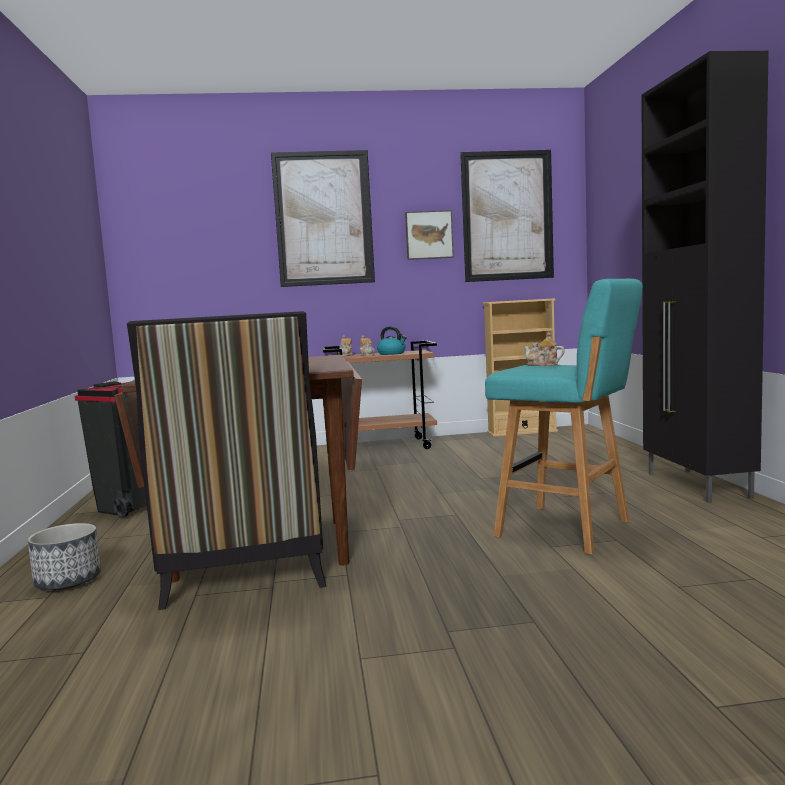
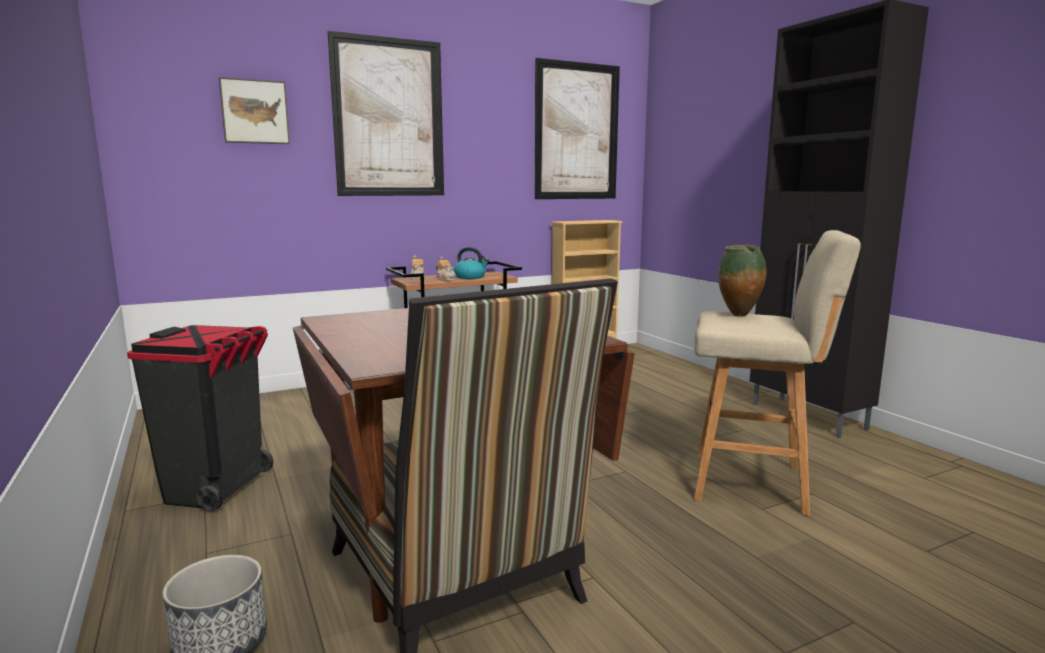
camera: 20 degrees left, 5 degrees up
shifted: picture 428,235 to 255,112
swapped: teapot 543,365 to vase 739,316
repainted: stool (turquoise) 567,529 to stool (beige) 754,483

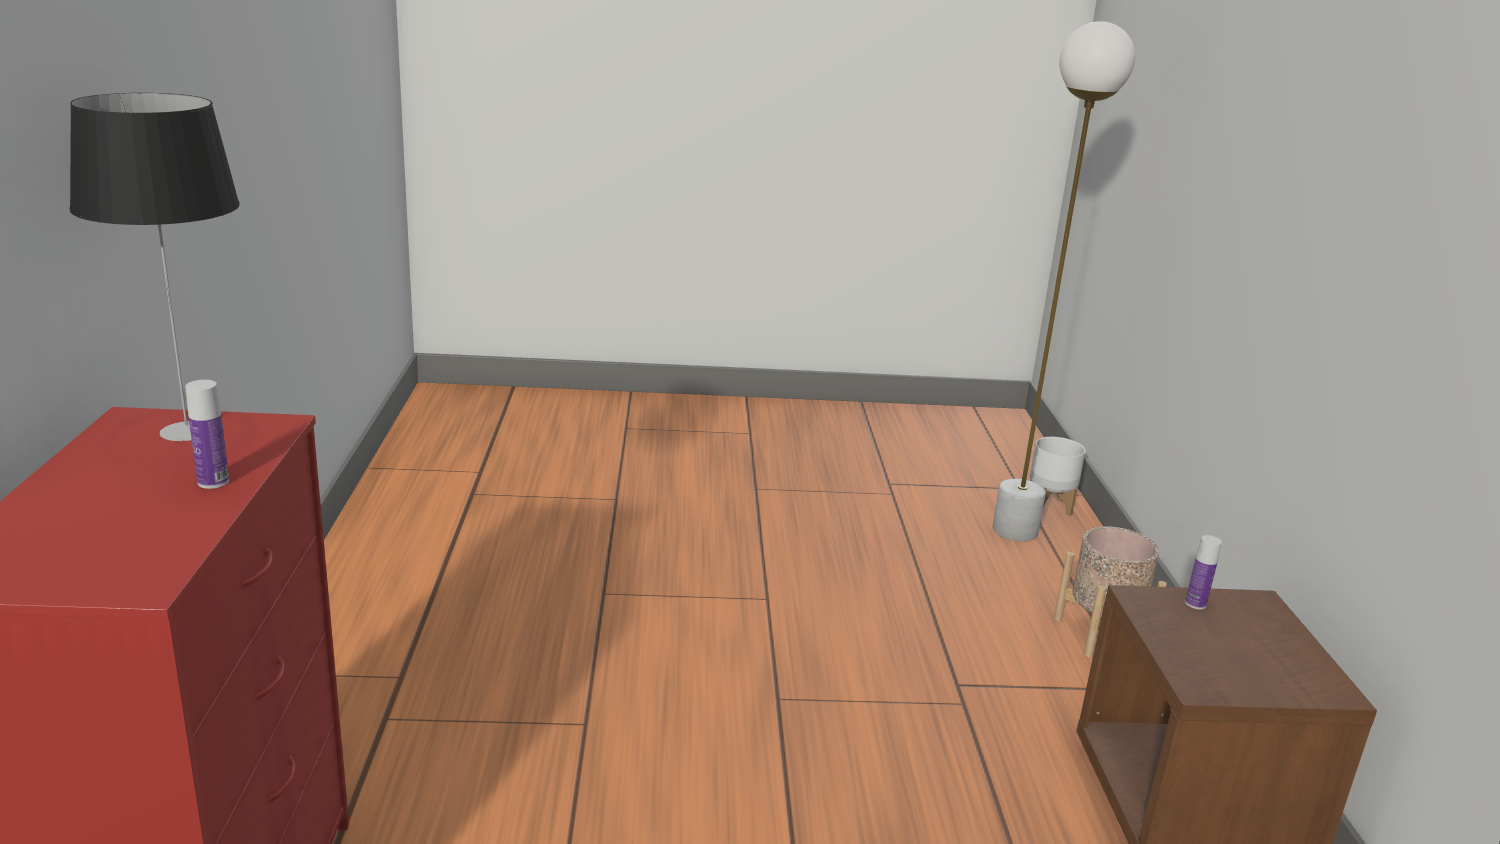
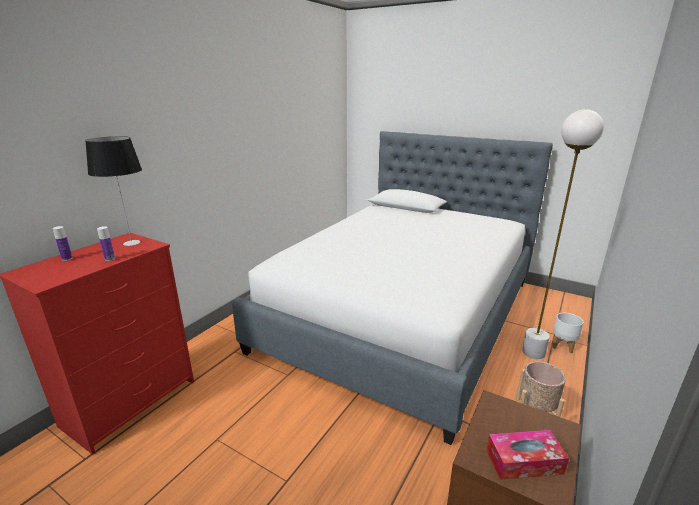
camera: 35 degrees right, 0 degrees up
new: bed 403,314; tissue box 524,462
shifted: bottle 1195,604 to 67,259

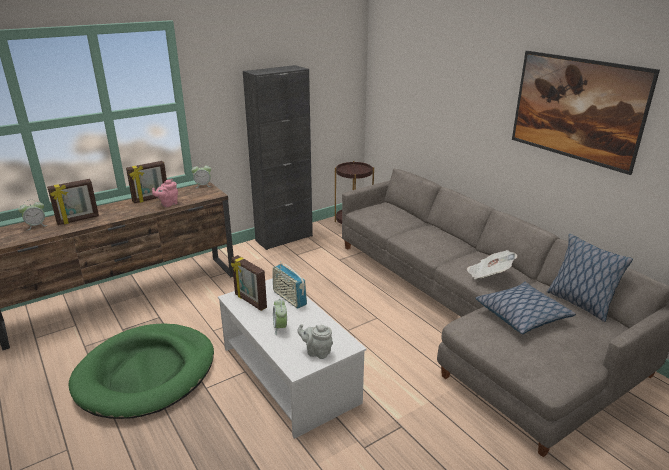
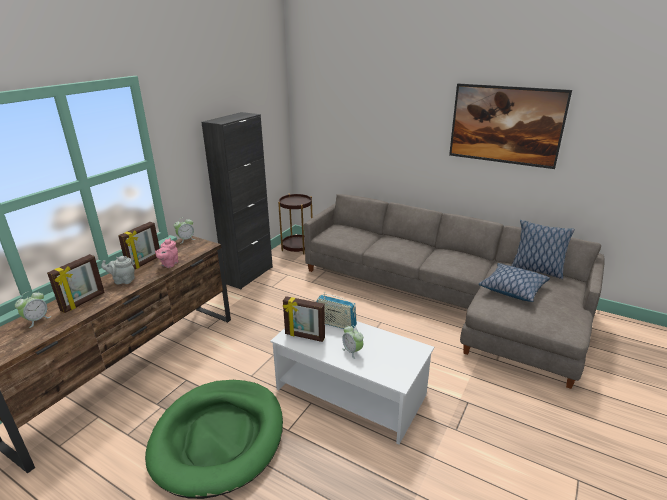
camera: 25 degrees left, 0 degrees up
gone: newspaper 489,275
shifted: teapot (grey) 317,352 to 123,280

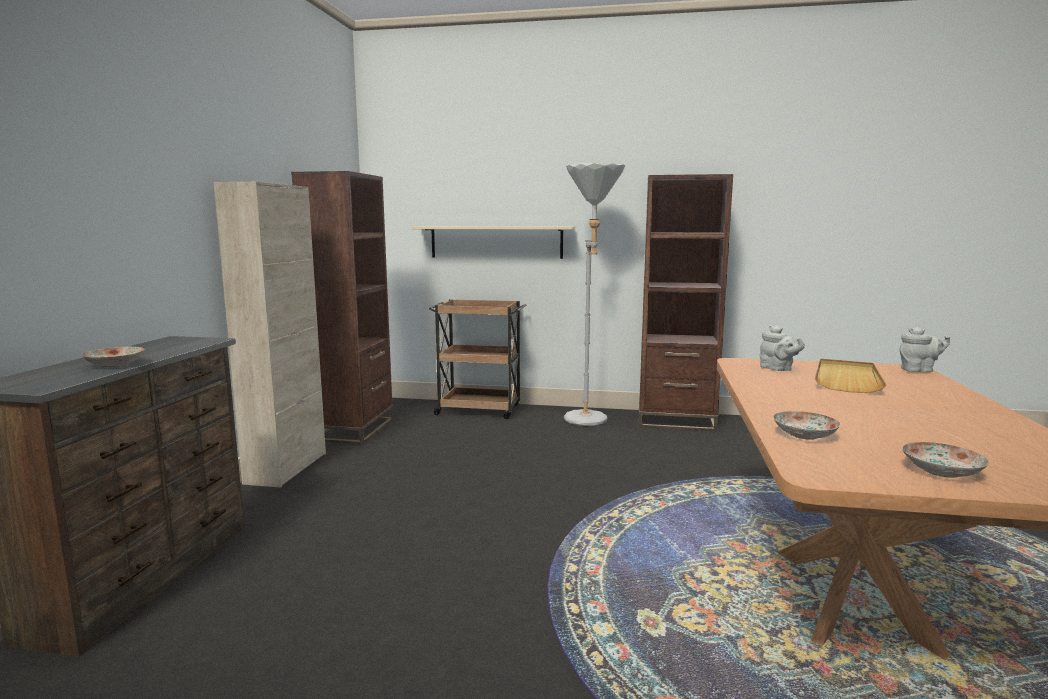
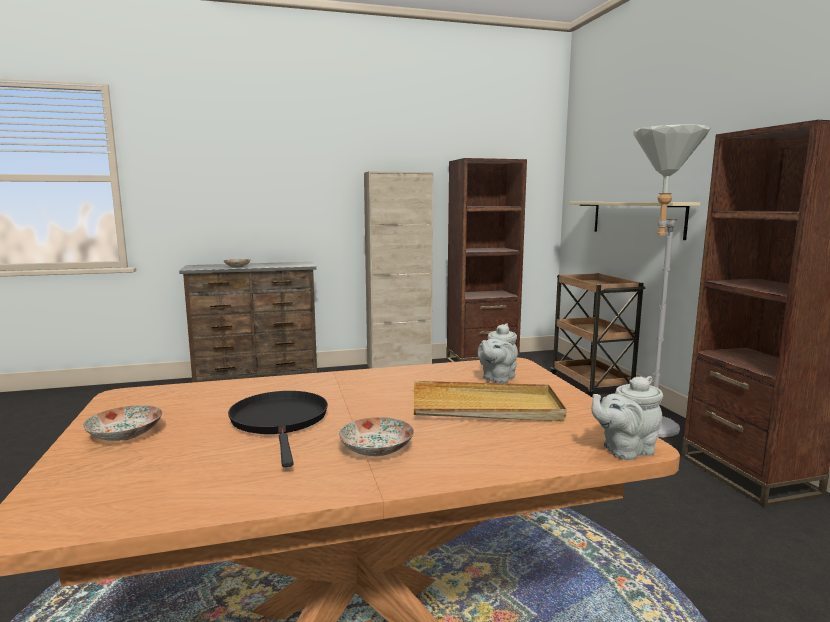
camera: 65 degrees right, 0 degrees up
new: frying pan (black) 280,421
shifted: plate 805,435 to 376,449
rotated: teapot (grey) 919,370 = 625,450 90 degrees clockwise

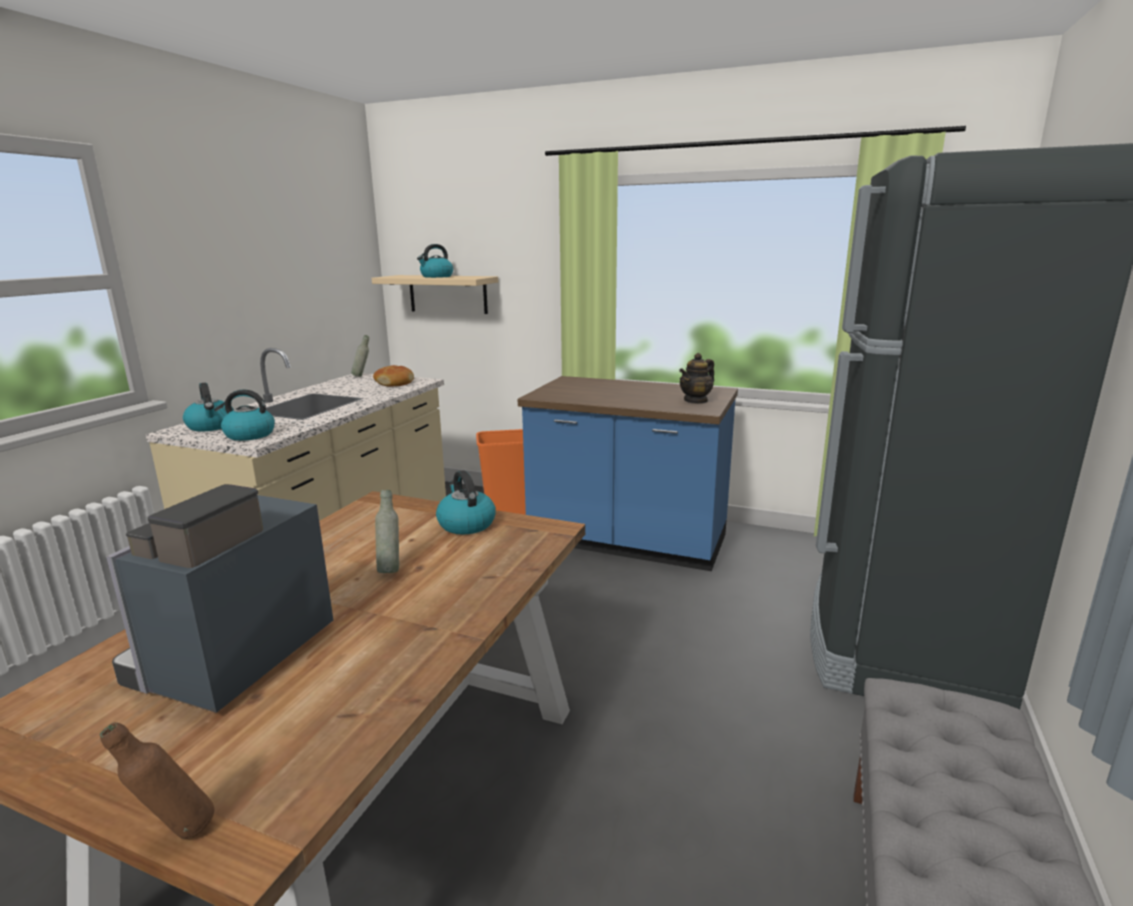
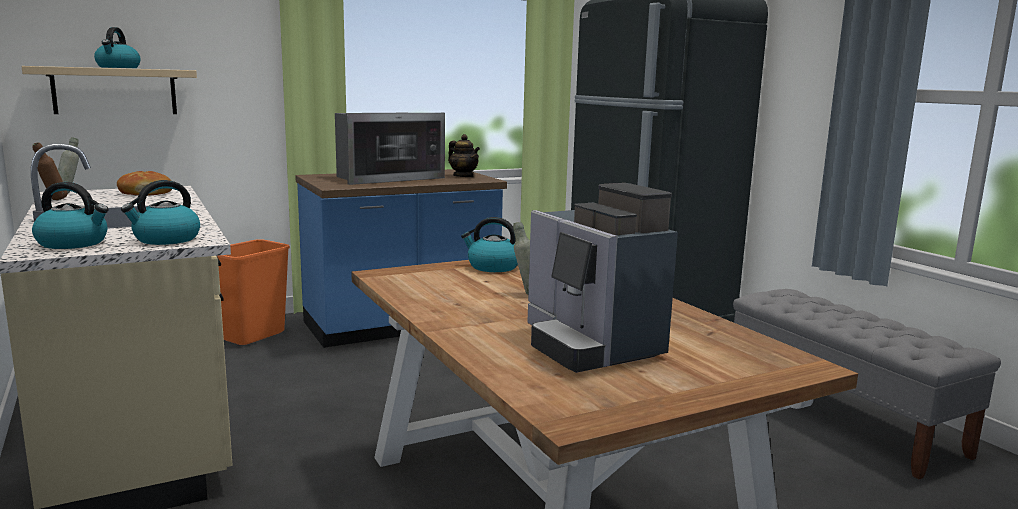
camera: 50 degrees left, 5 degrees down
new: microwave 386,178
shifted: bottle (brown) 176,835 to 53,200
rotated: teapot 696,401 = 463,176 45 degrees counterclockwise

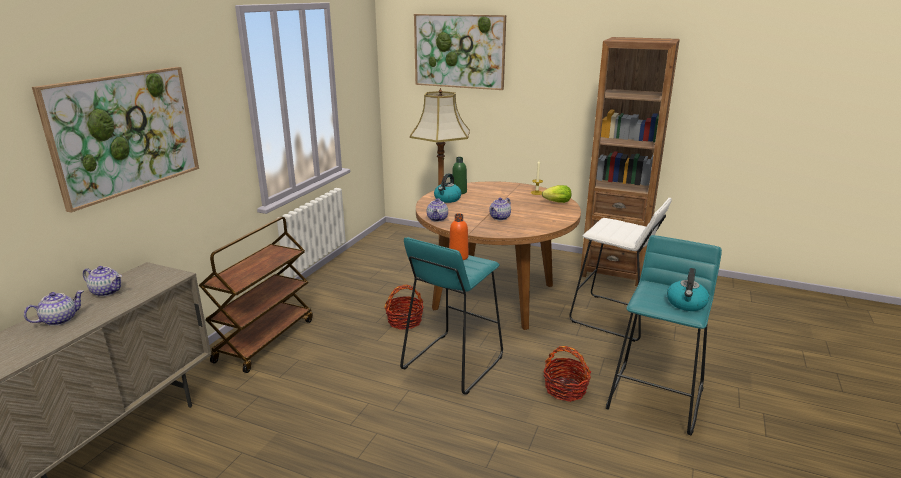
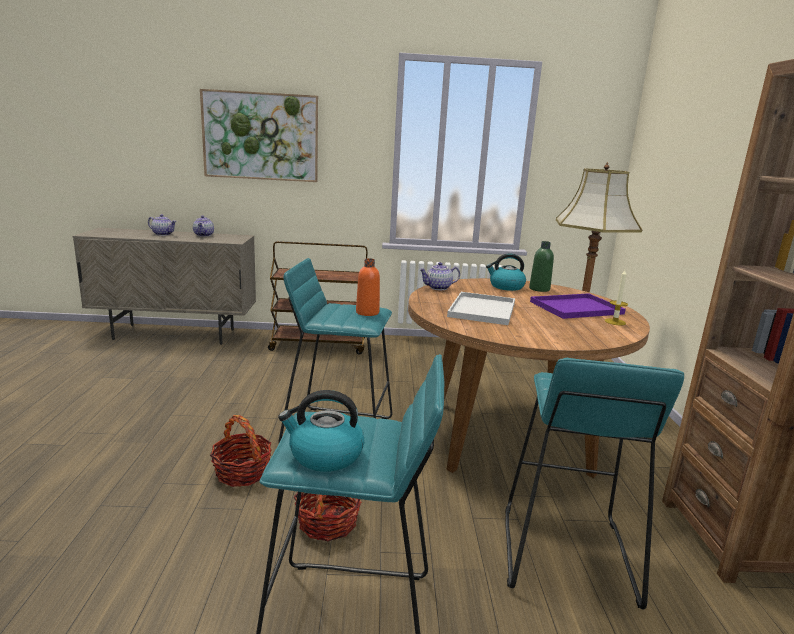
camera: 65 degrees right, 5 degrees down
gone: picture 459,51; lettuce 555,202
new: tray (purple) 575,308
shifted: basket 405,321 to 242,472
swapped: teapot 500,218 to tray (white) 483,310
repainted: stool (white) 614,317 to stool (turquoise) 565,554

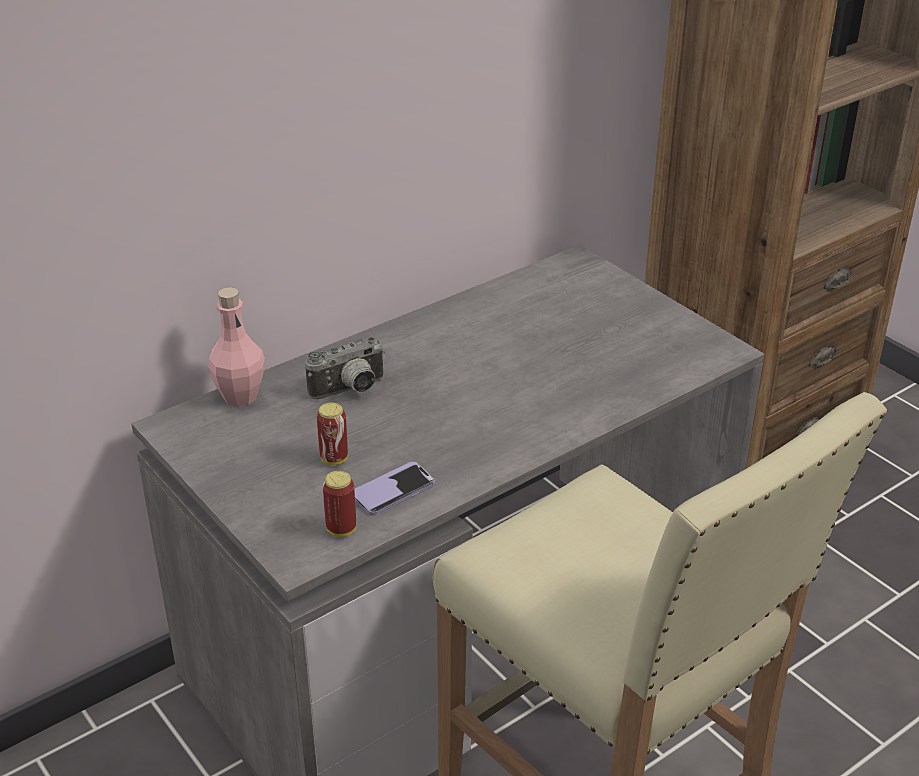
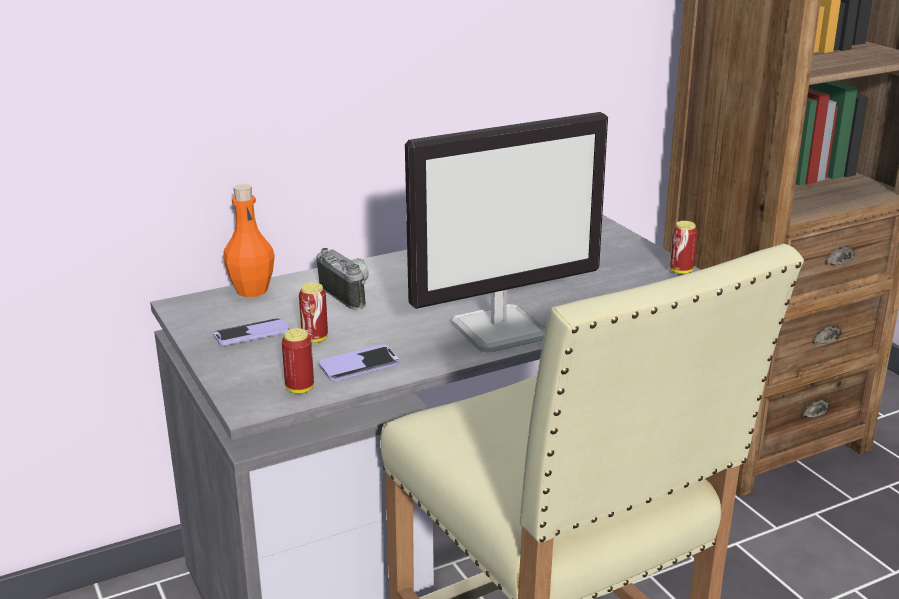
camera: 10 degrees right, 10 degrees down
new: monitor 500,330; can 681,271; phone 251,334
repainted: bottle (pink) 240,396 to bottle (orange) 252,290
rotated: photo camera 350,391 = 350,294 105 degrees counterclockwise

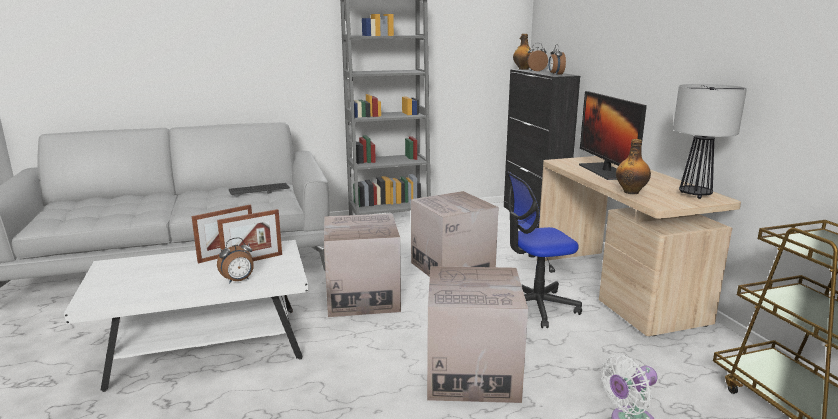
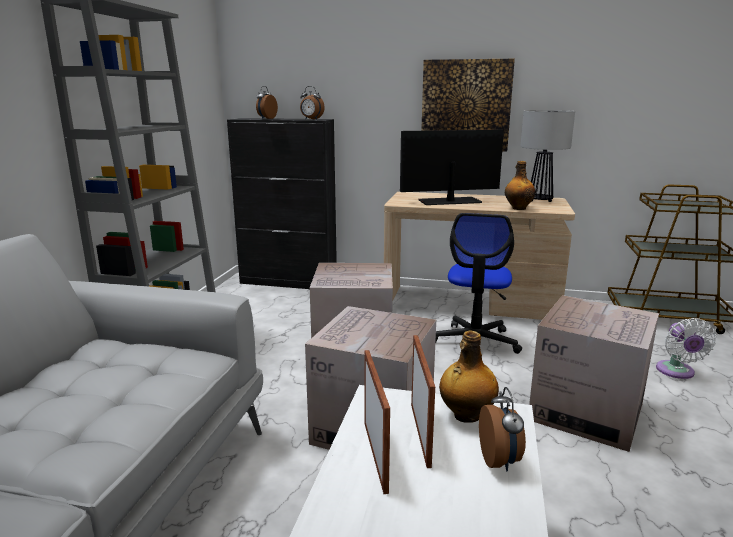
camera: 60 degrees left, 0 degrees up
gone: keyboard 259,189
new: picture 466,105
shifted: bottle 523,69 to 466,416
rotated: monitor 605,171 = 449,201 150 degrees clockwise

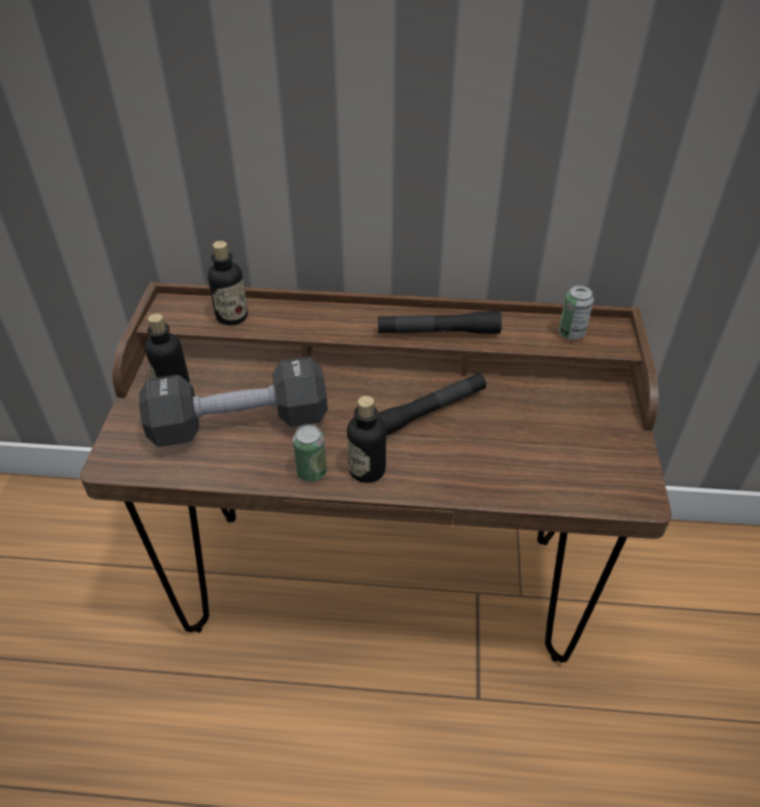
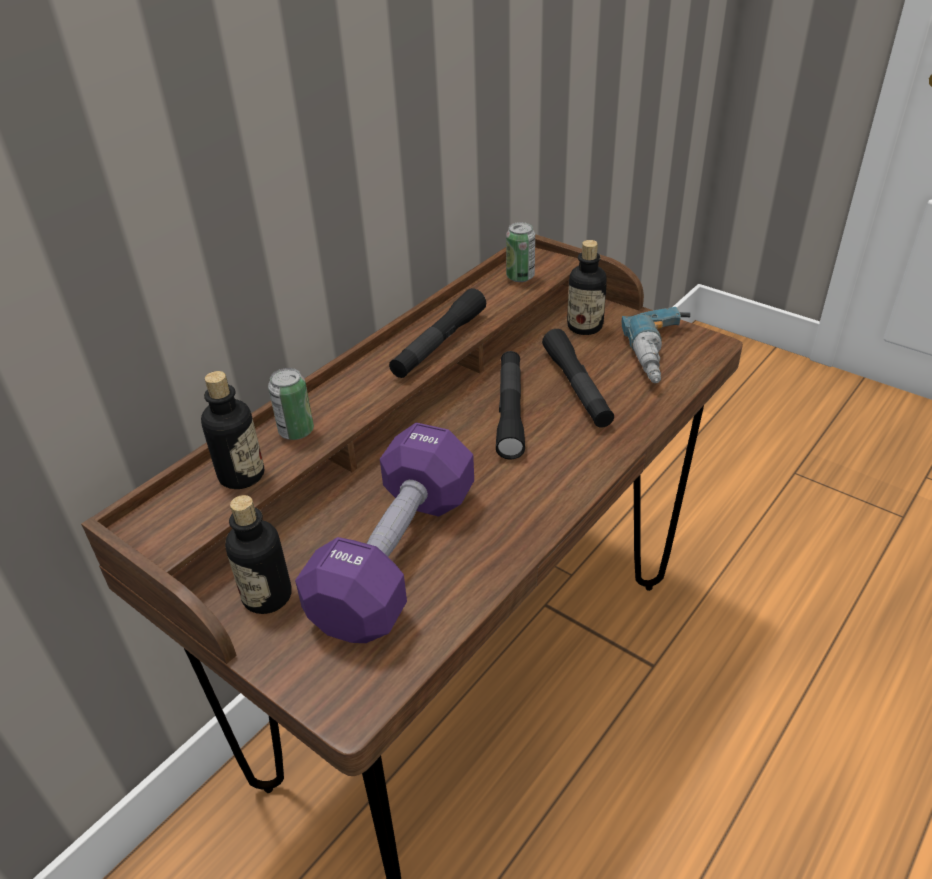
camera: 55 degrees left, 5 degrees down
new: power drill 665,356; flashlight (black) 577,387
shifted: bottle 367,470 to 584,327; can 311,472 to 296,431
repainted: dumbbell (black) 239,424 to dumbbell (purple) 396,557

